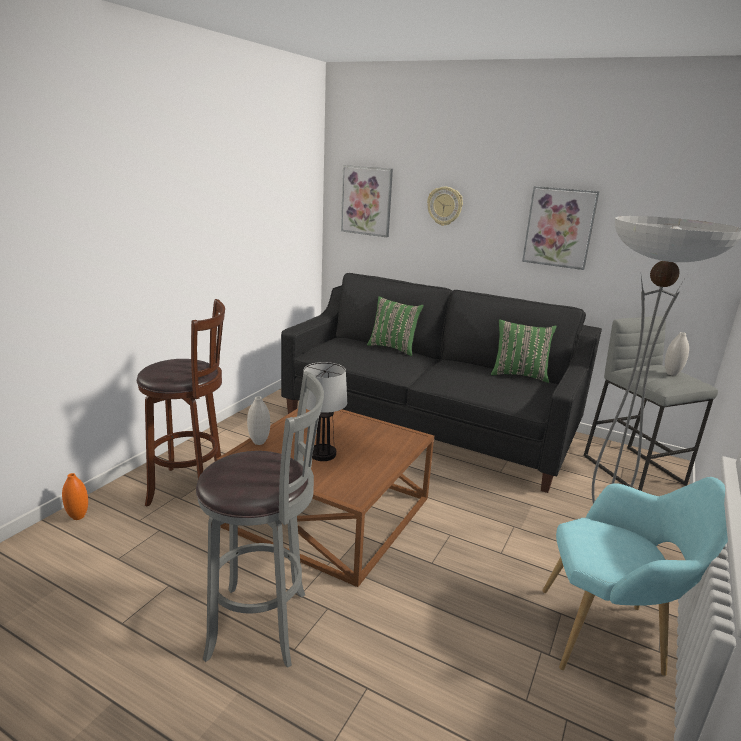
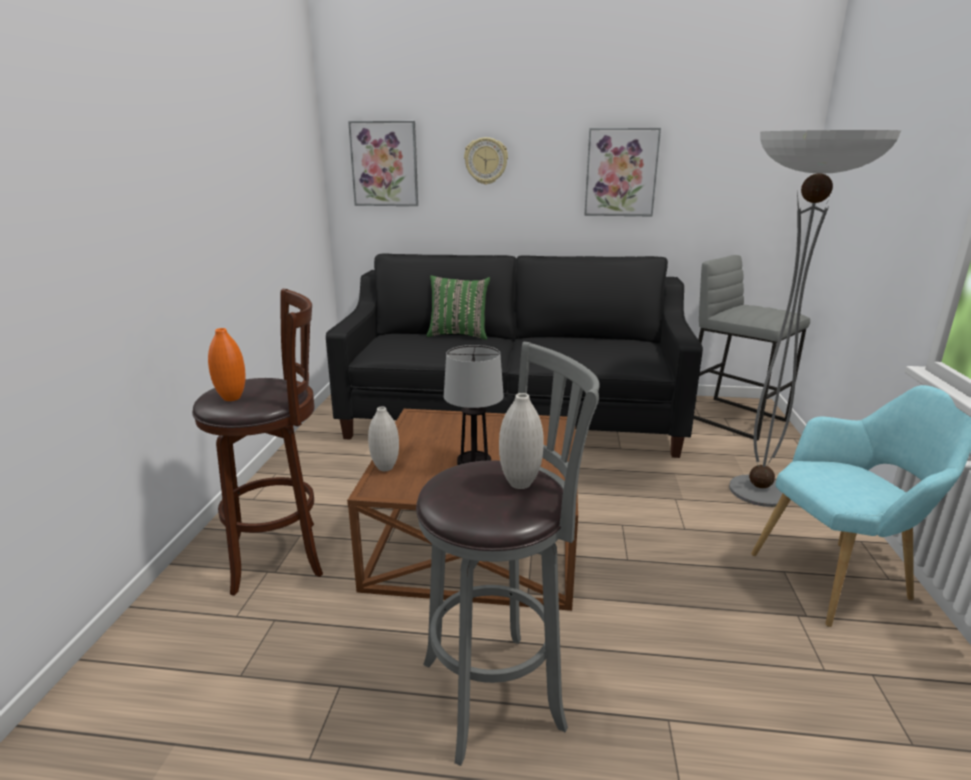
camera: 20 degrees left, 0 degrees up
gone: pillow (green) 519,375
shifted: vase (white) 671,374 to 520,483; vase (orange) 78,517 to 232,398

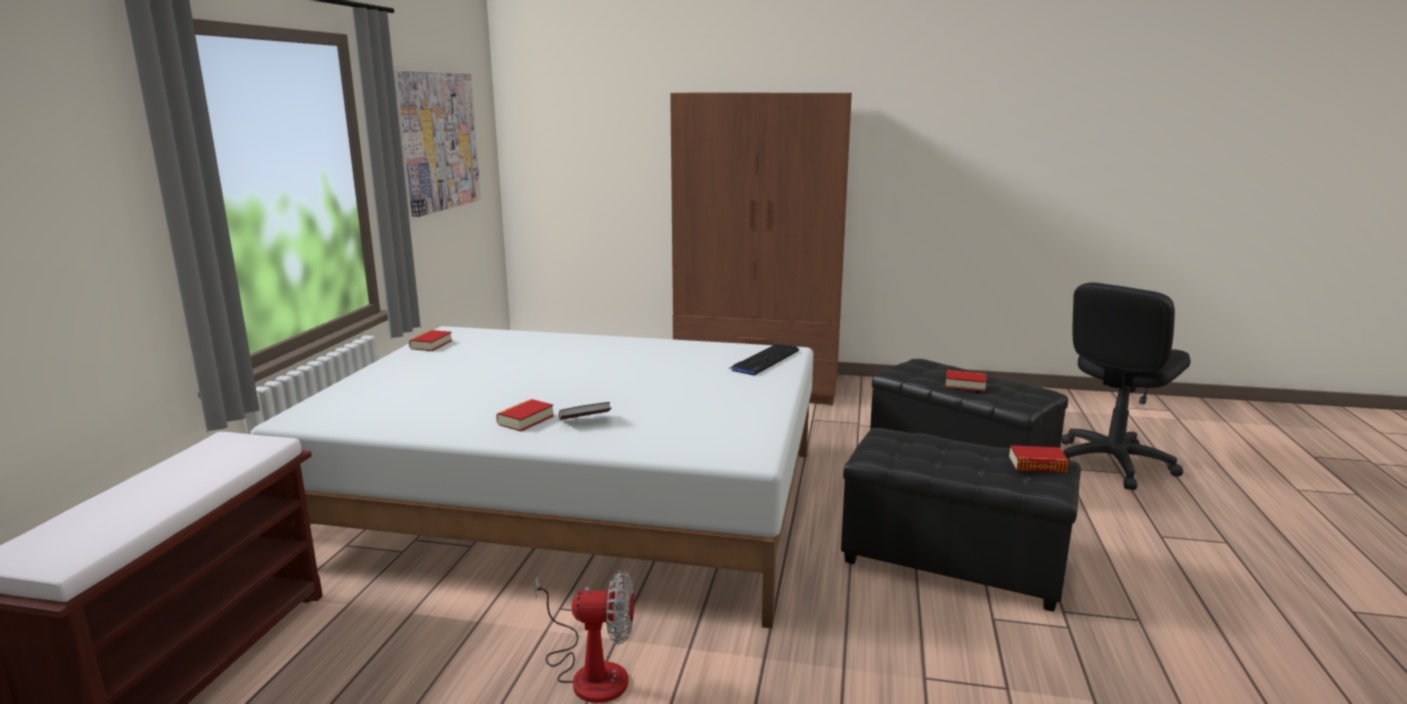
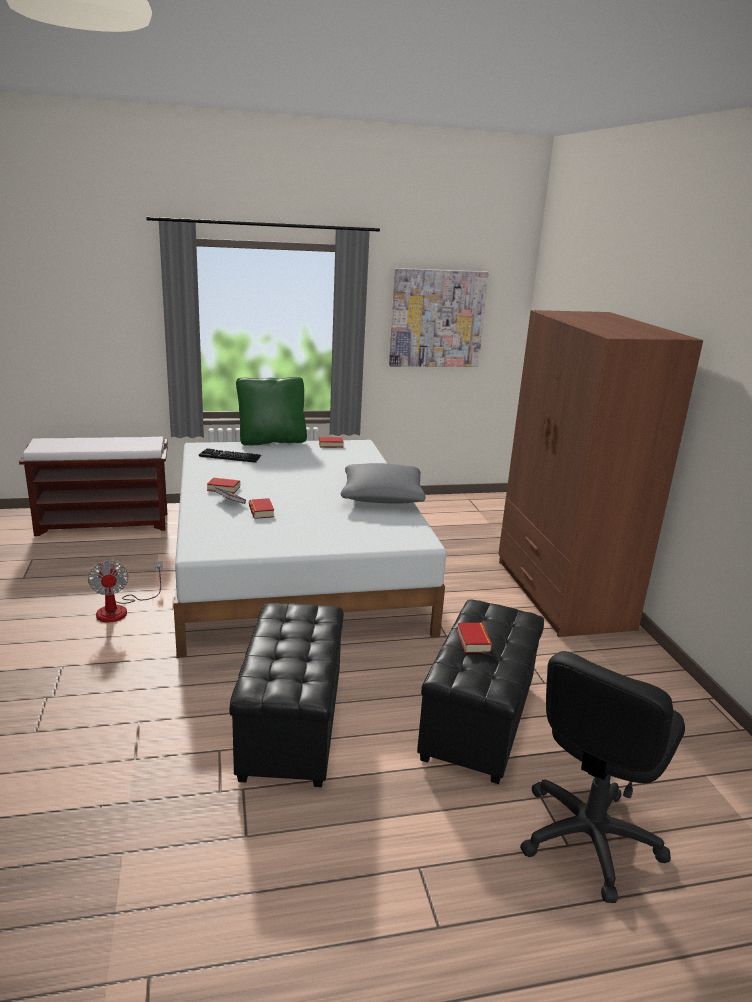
camera: 65 degrees right, 5 degrees up
new: pillow (green) 272,441; pillow (grey) 382,497
shifted: keyboard 764,360 to 230,456; book 1037,465 to 261,512
rotated: office chair (black) 1111,463 = 588,838 75 degrees counterclockwise

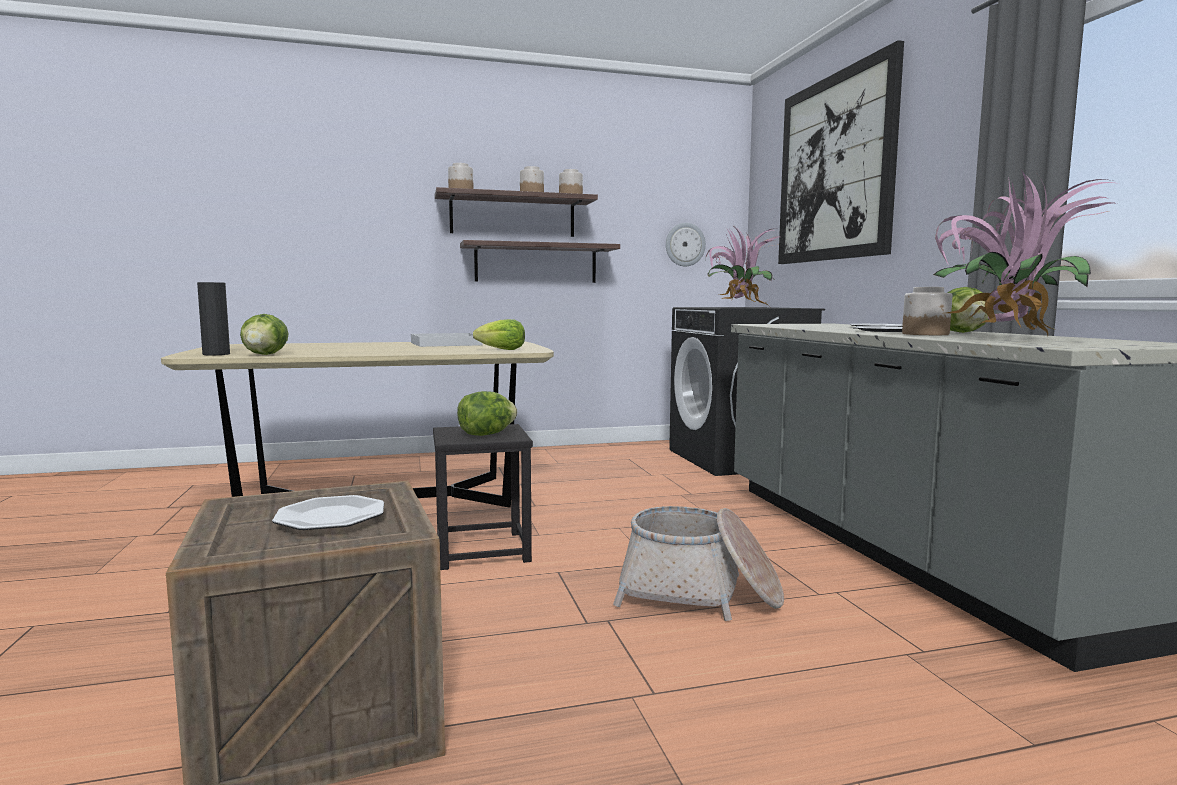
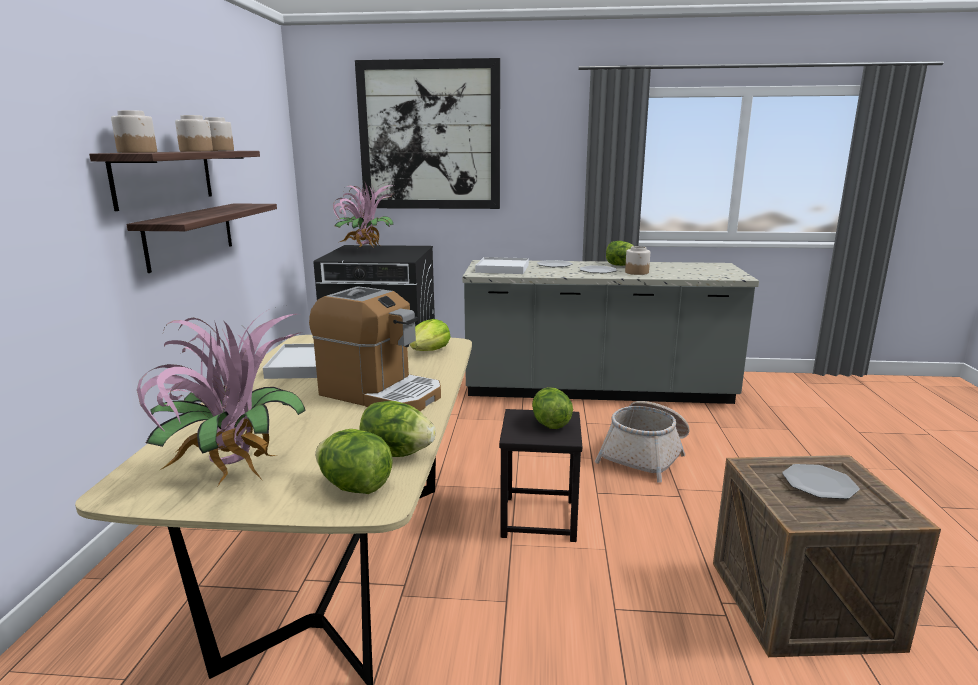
camera: 70 degrees left, 10 degrees up
gone: wall clock 685,244
new: tray (white) 502,268; coffee machine 380,393
shifted: potted plant 1005,339 to 234,477
swapped: vase (black) 216,354 to lettuce 355,487

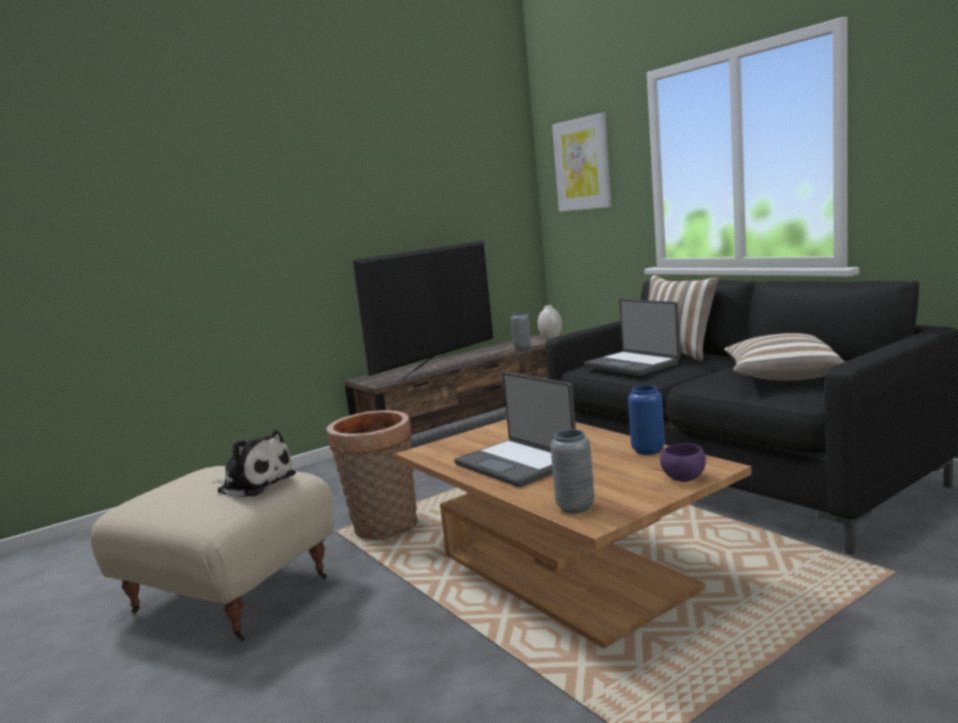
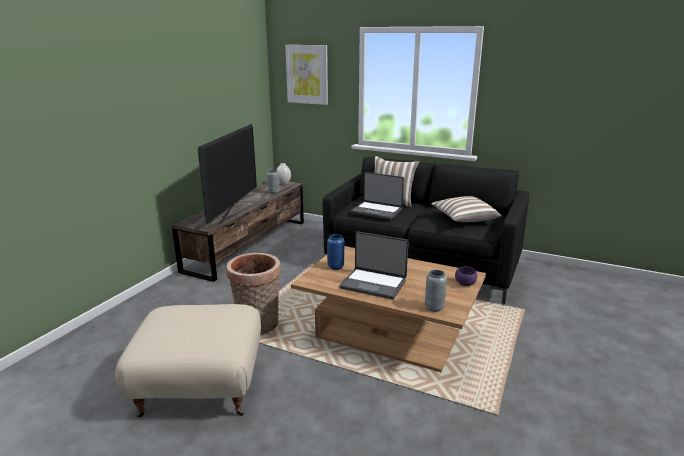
camera: 30 degrees left, 10 degrees up
gone: plush toy 254,484
shifted: vase (blue) 648,451 to 335,267

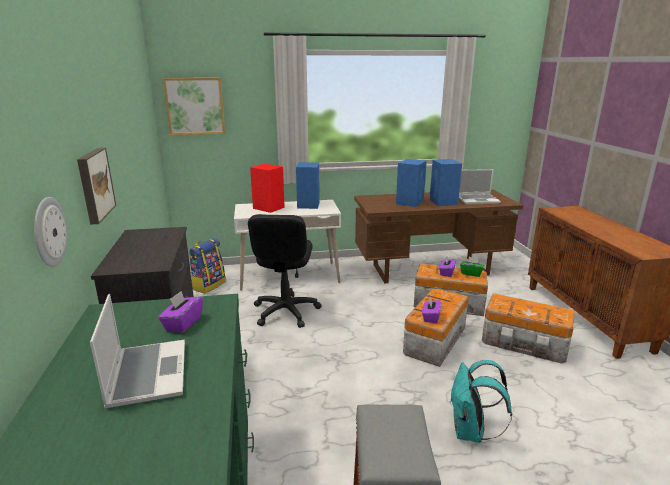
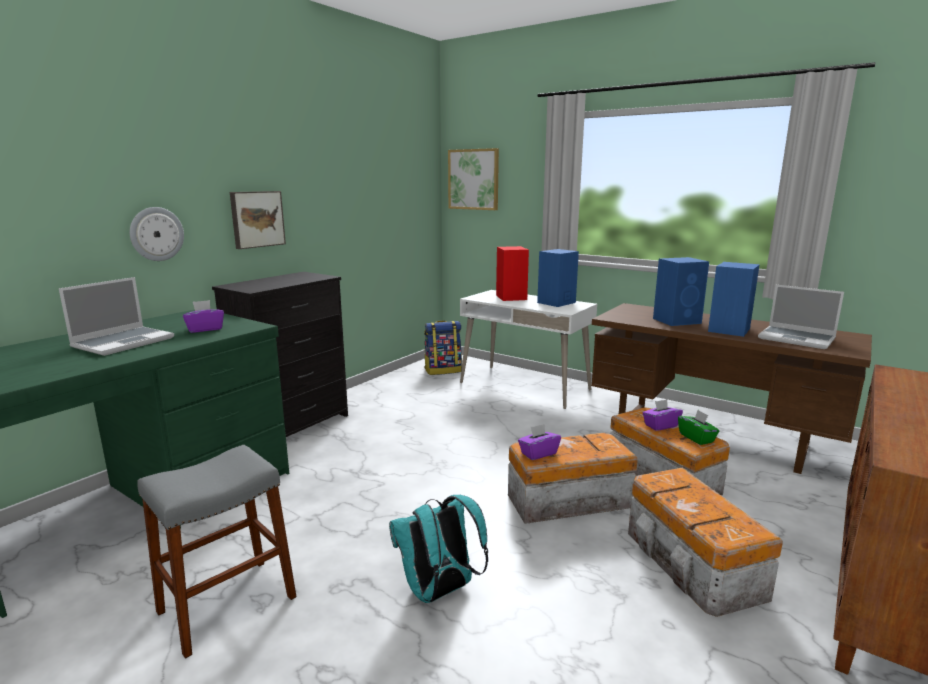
camera: 45 degrees right, 5 degrees down
gone: office chair (black) 285,311

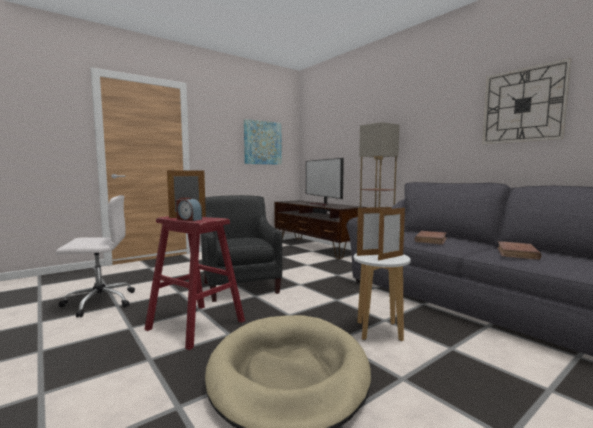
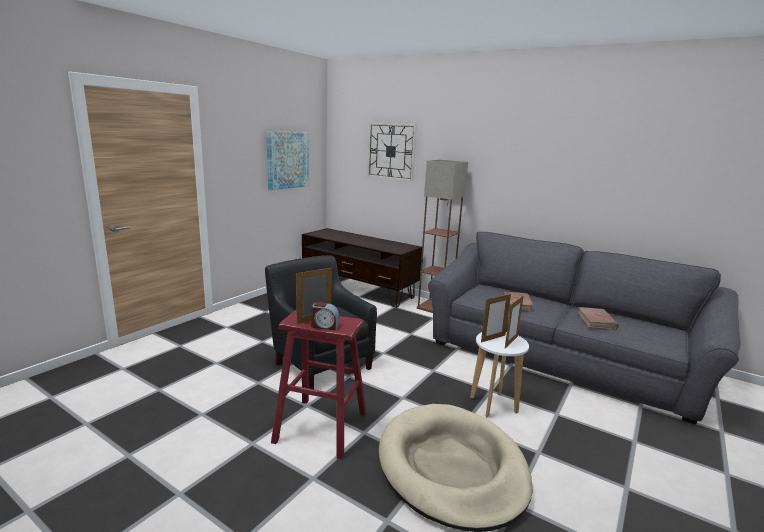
camera: 20 degrees left, 10 degrees up
gone: television 322,205; office chair (white) 98,302
shifted: wall clock 523,105 to 391,151

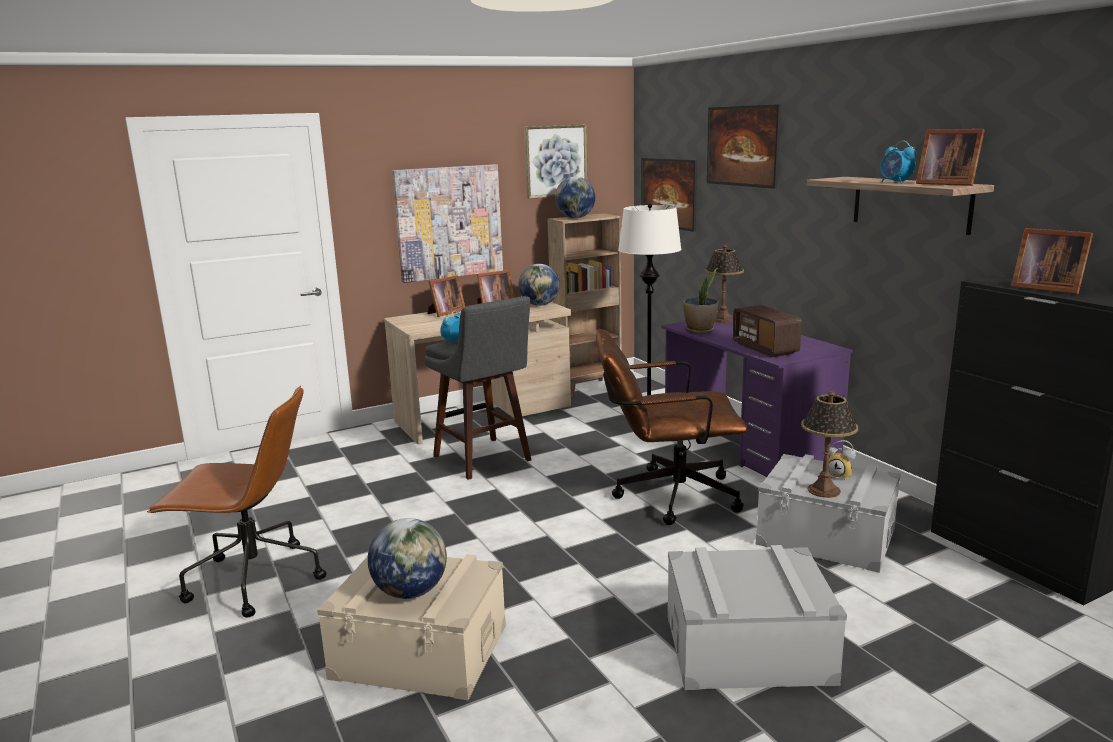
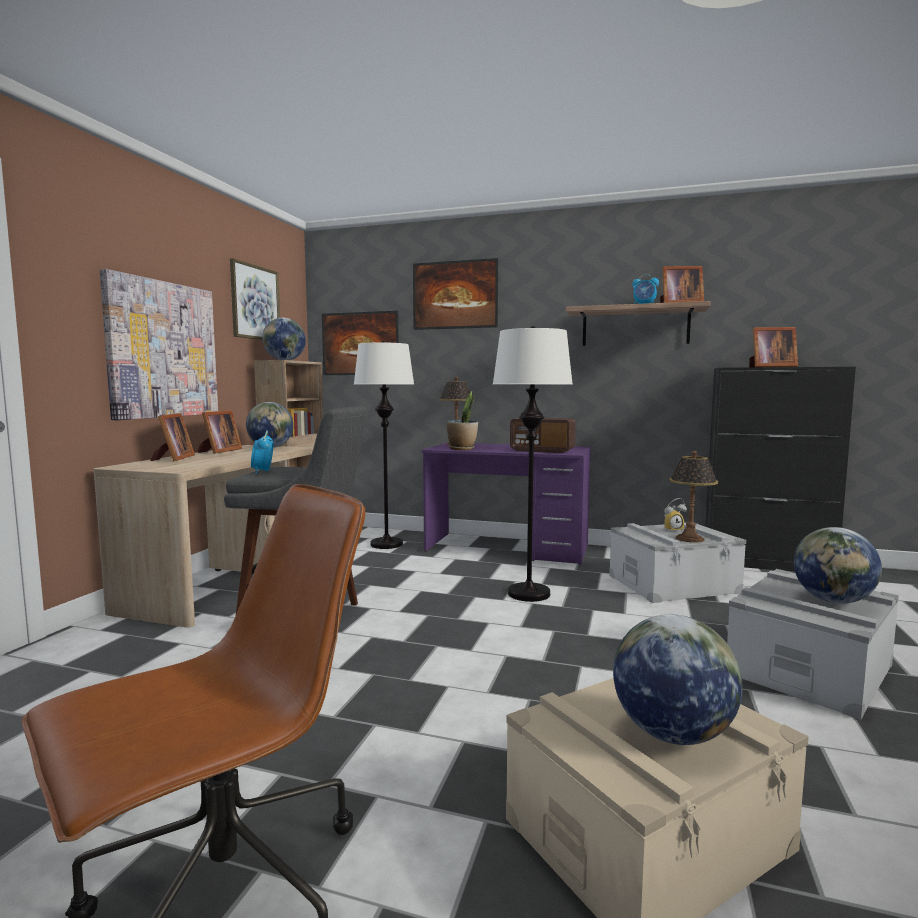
camera: 45 degrees left, 10 degrees down
new: globe 833,601
swapped: office chair (brown) 666,496 to floor lamp (white) 528,593

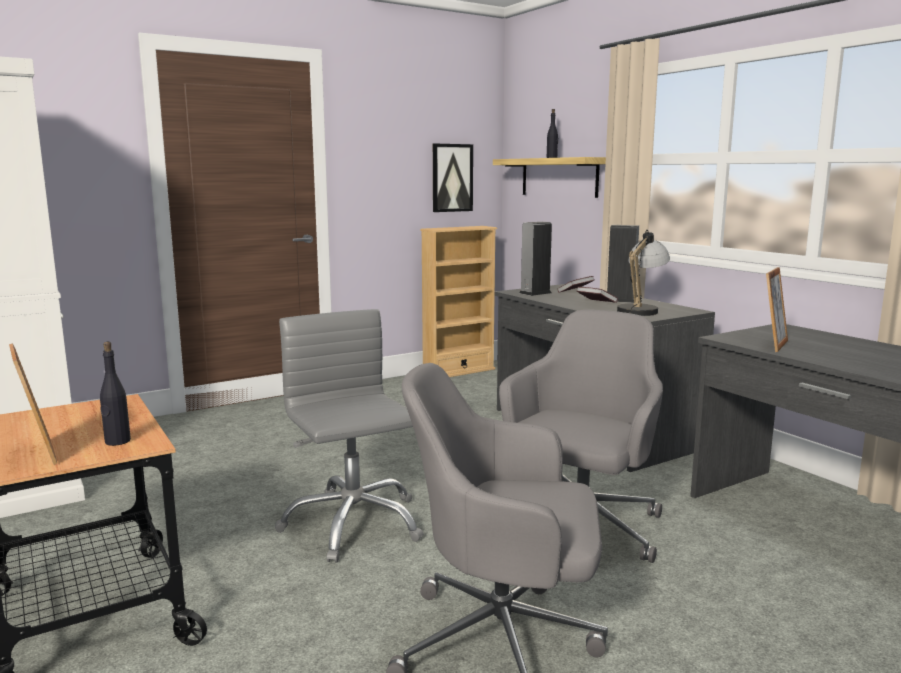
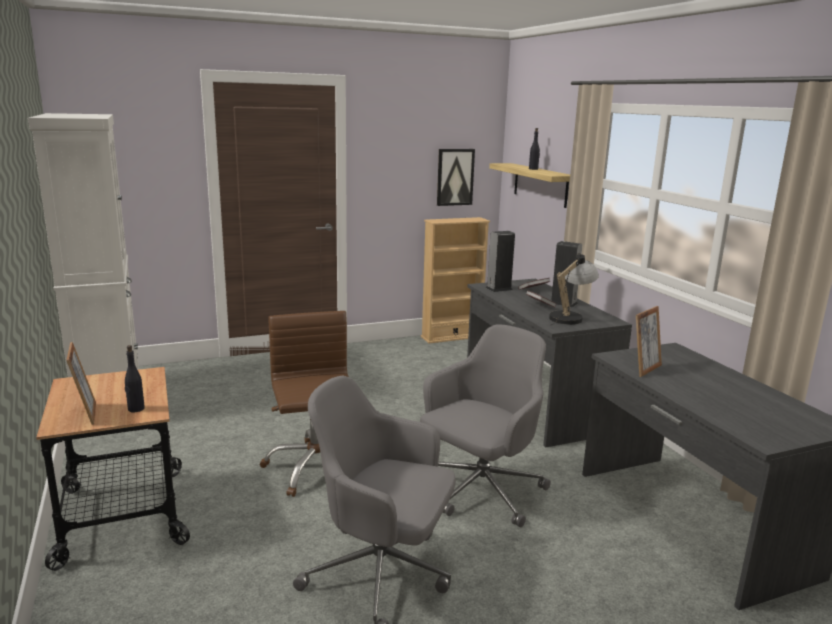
camera: 10 degrees right, 5 degrees up
repainted: office chair (grey) 352,524 to office chair (brown) 316,467

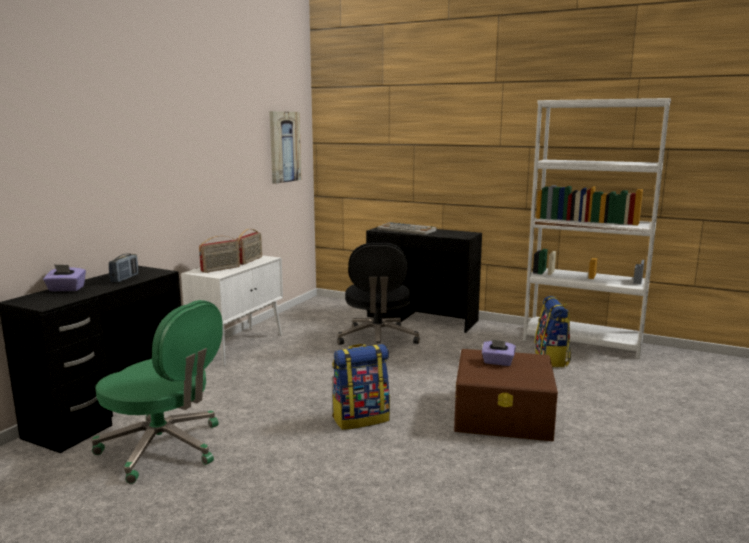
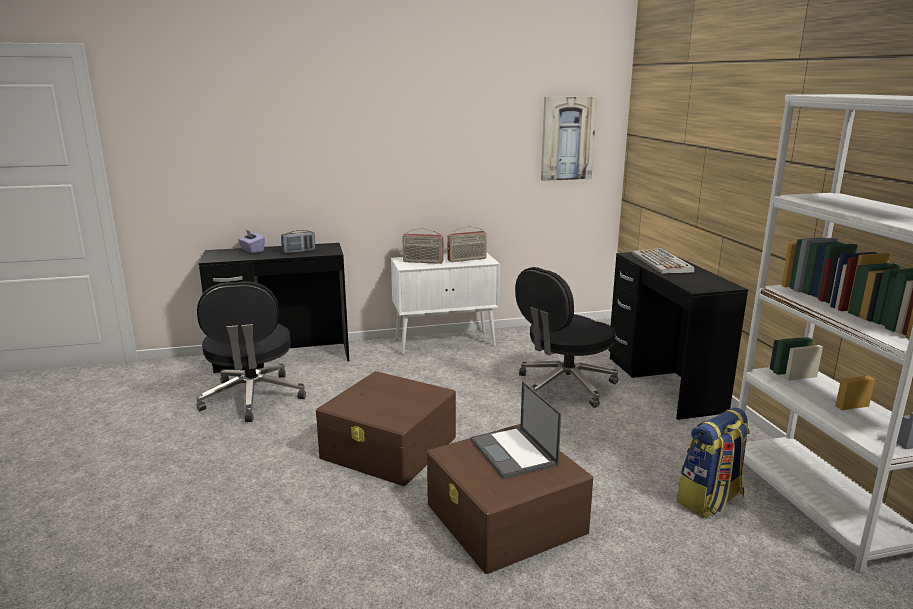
camera: 50 degrees right, 5 degrees up
swapped: tissue box (purple) 497,362 to laptop 514,453; backpack 361,418 to storage box (brown) 390,447
repainted: office chair (green) 164,448 to office chair (black) 252,398

